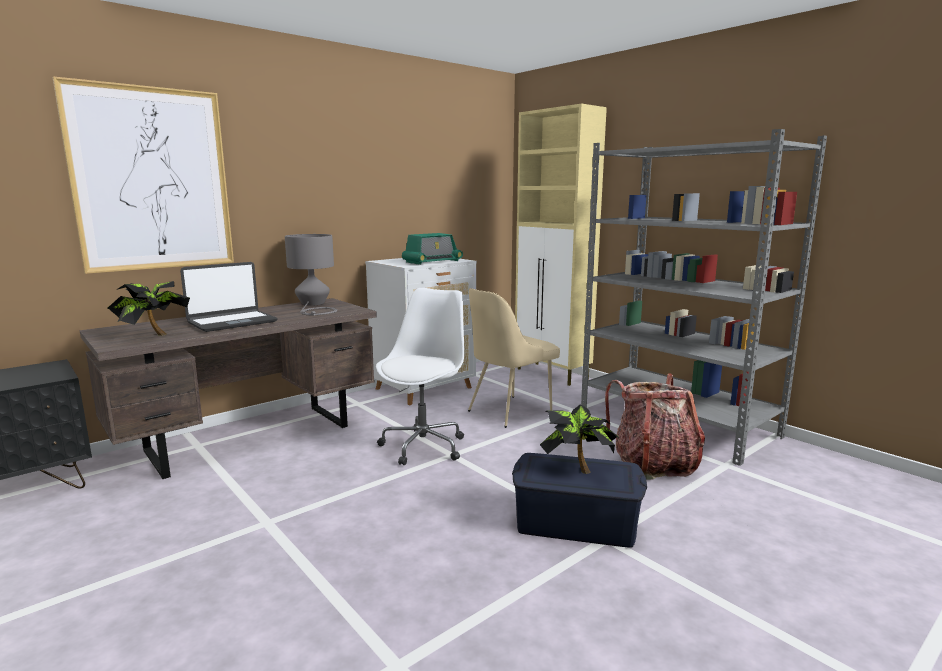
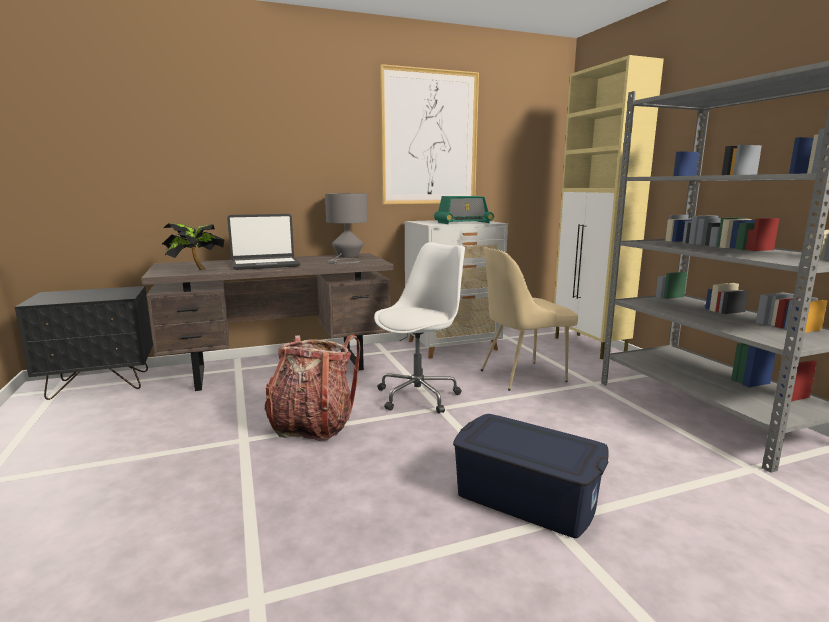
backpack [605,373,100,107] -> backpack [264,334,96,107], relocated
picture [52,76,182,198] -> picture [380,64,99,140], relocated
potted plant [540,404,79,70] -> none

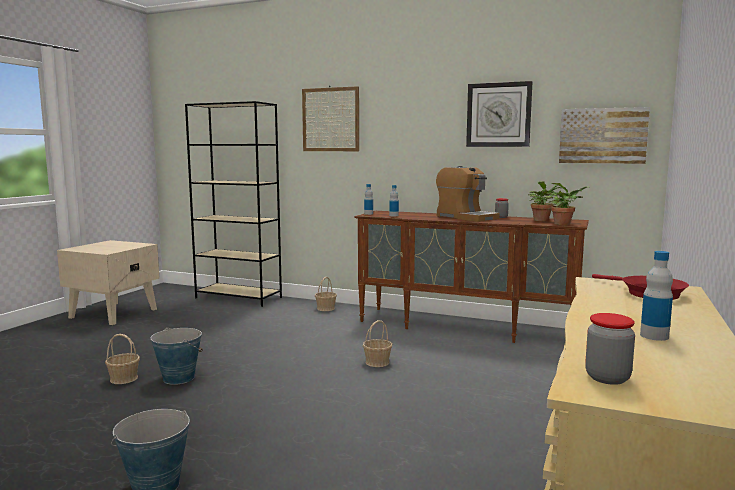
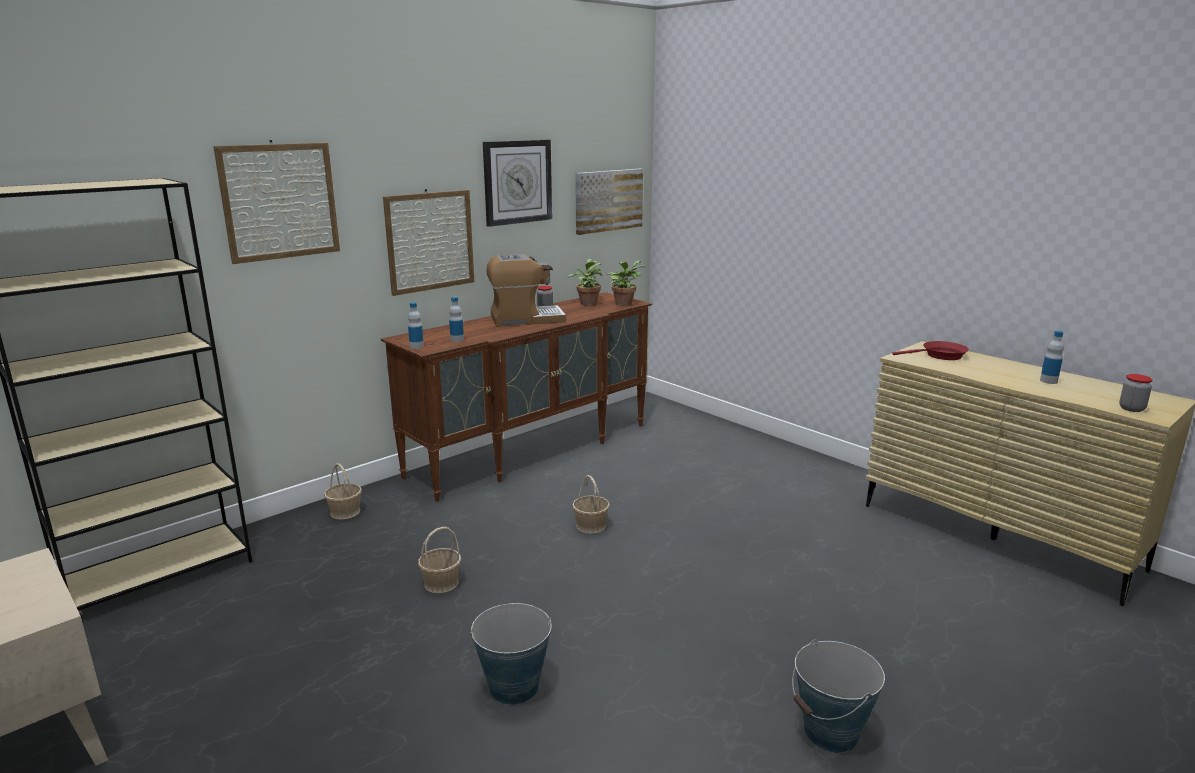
none -> picture [383,189,91,107]
basket [105,334,35,50] -> basket [418,527,43,66], relocated

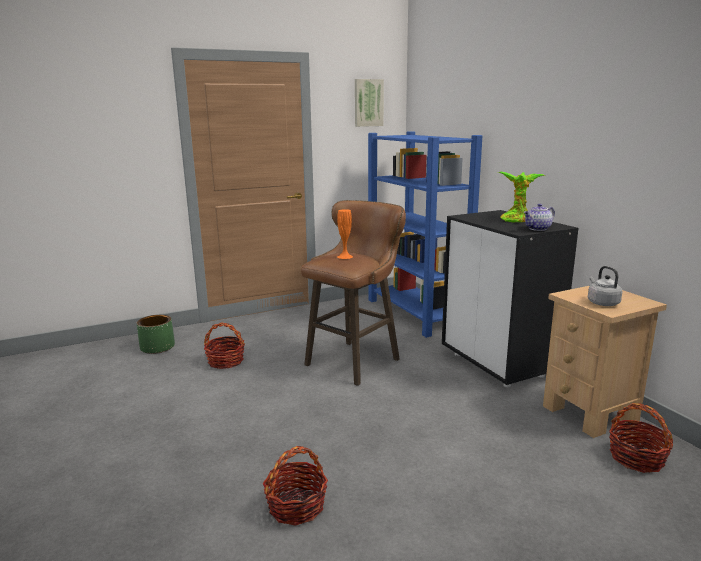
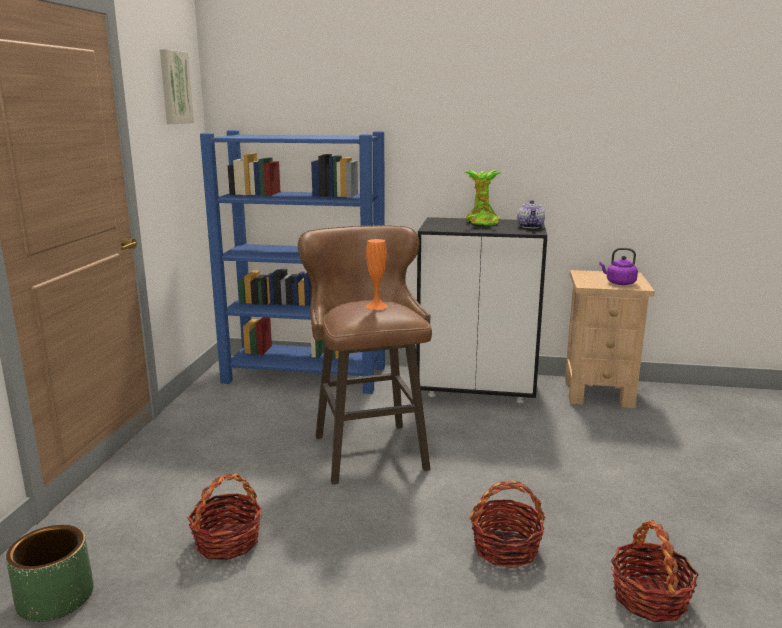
basket [609,403,64,70] -> basket [470,481,75,87], relocated
kettle in grey [588,266,35,40] -> kettle in purple [599,248,39,37]

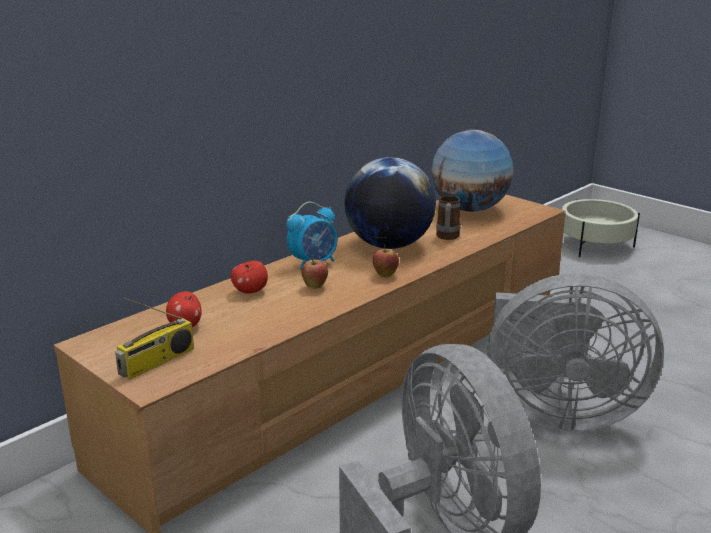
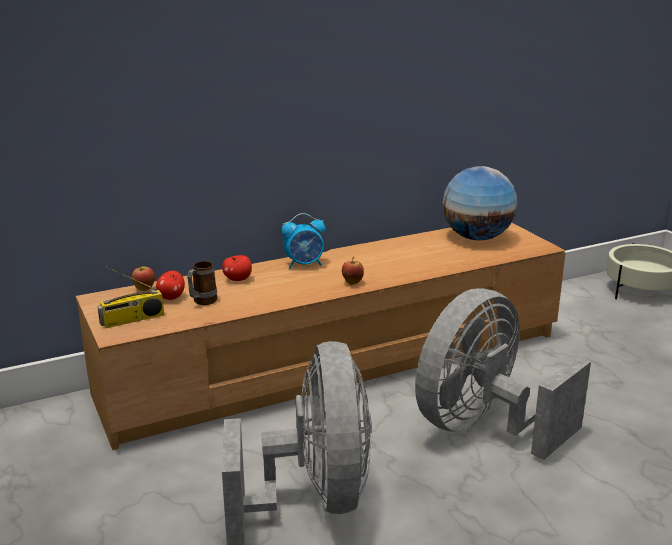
apple [301,258,27,31] -> apple [132,265,23,26], relocated
mug [436,196,24,44] -> mug [187,261,30,44], relocated
fan in grey [487,273,177,158] -> fan in grey [415,288,176,172], 105 degrees clockwise
globe [344,157,92,92] -> none

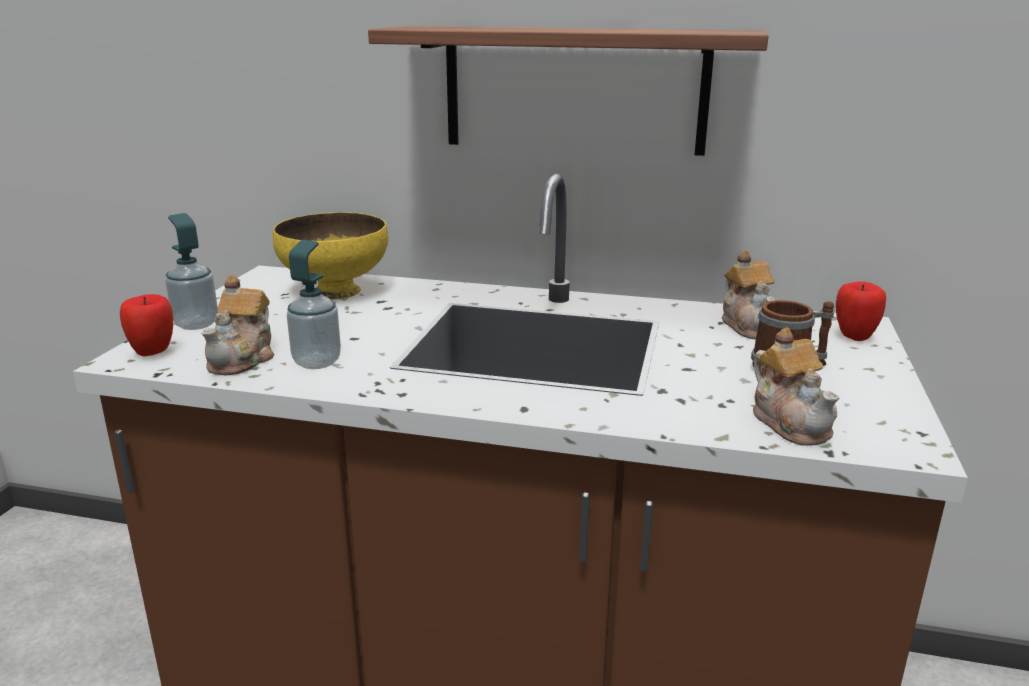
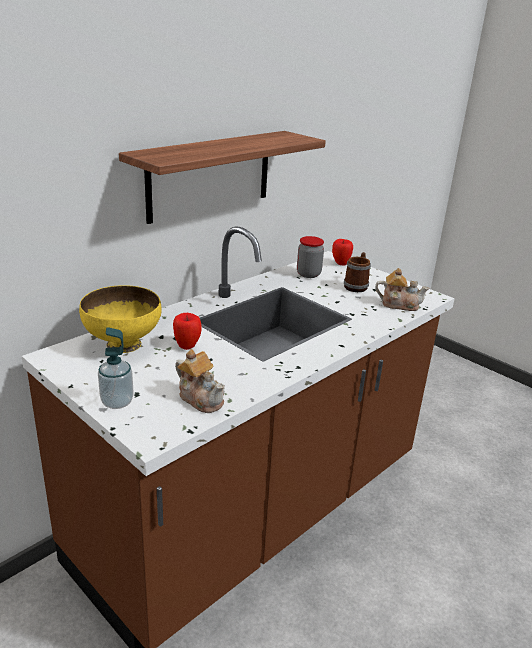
apple [120,294,53,62] -> apple [173,313,29,37], relocated
teapot [722,250,56,89] -> jar [297,236,27,42]
soap dispenser [287,240,54,129] -> none

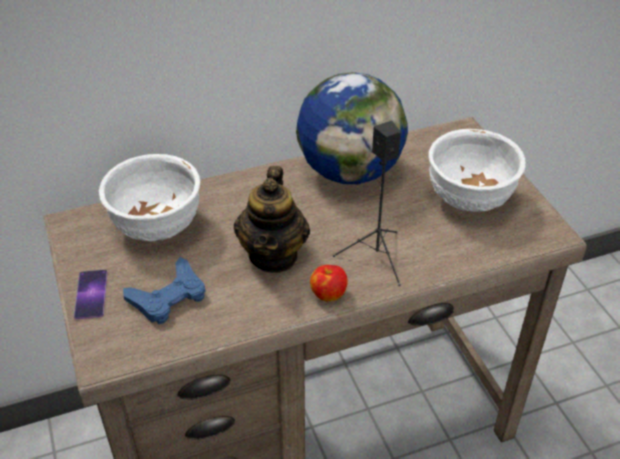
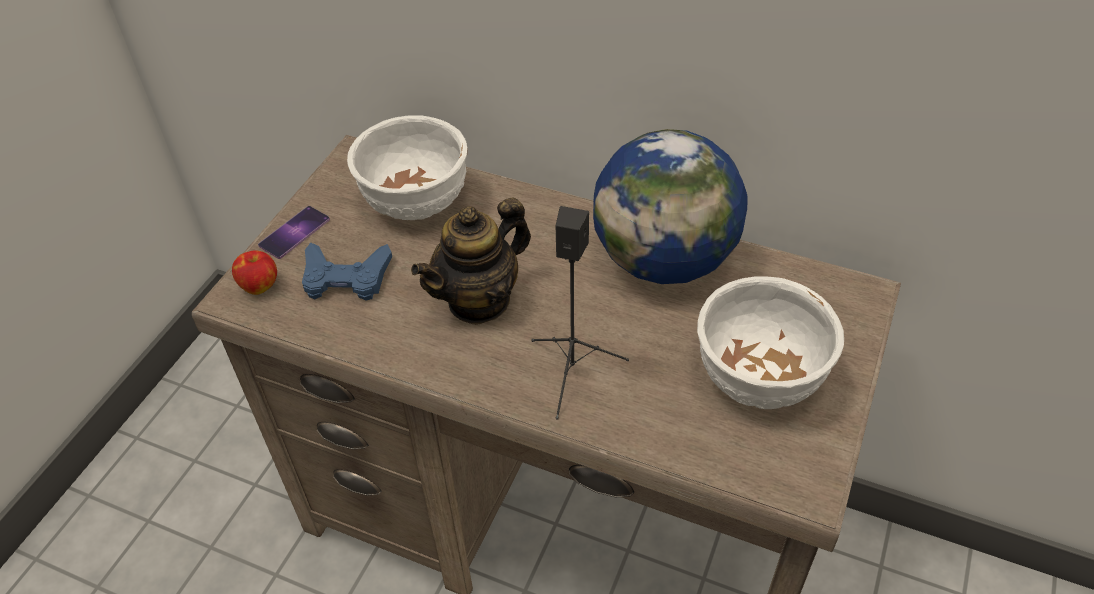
apple [310,265,38,36] -> apple [232,250,45,45], relocated

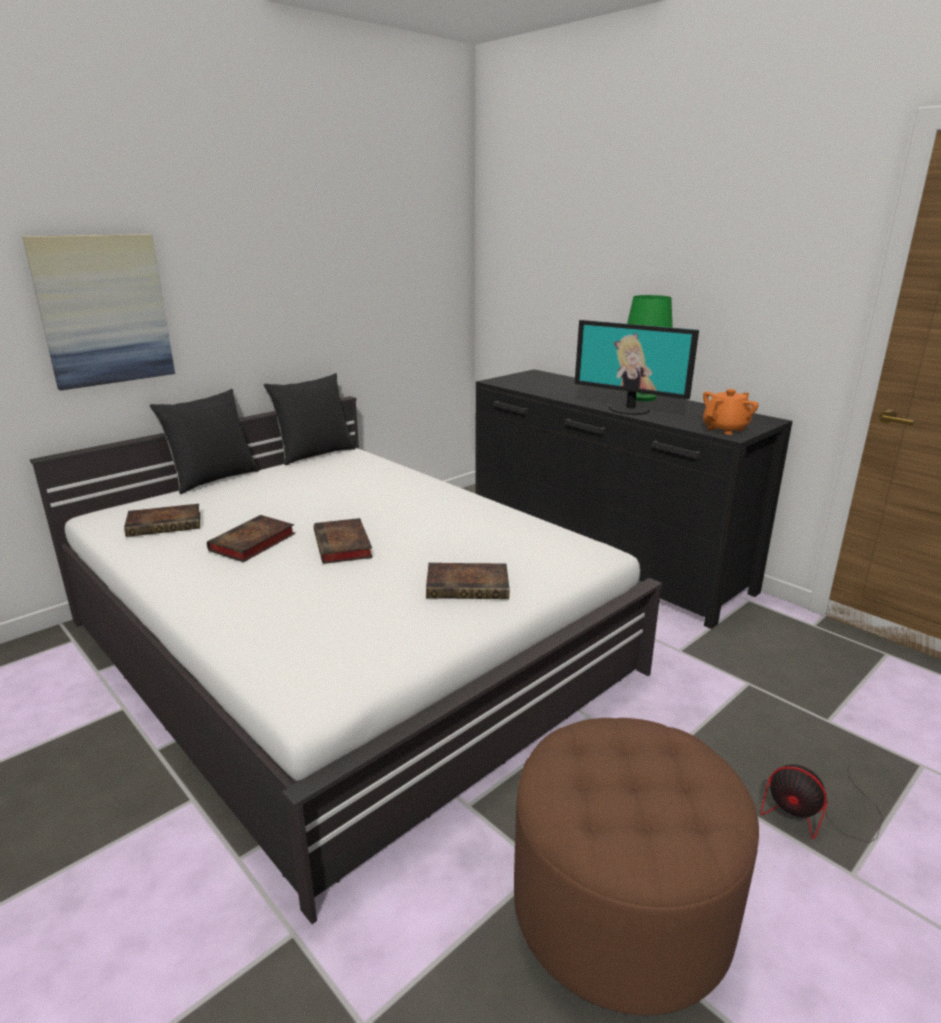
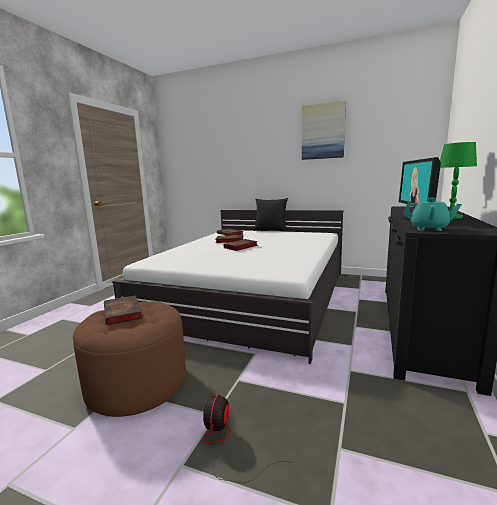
book [426,563,83,36] -> book [104,295,38,30], relocated
picture [22,234,153,157] -> picture [302,101,44,59], relocated
teapot in orange [703,389,56,46] -> teapot in turquoise [403,198,59,33]
pillow in black [264,373,91,92] -> none

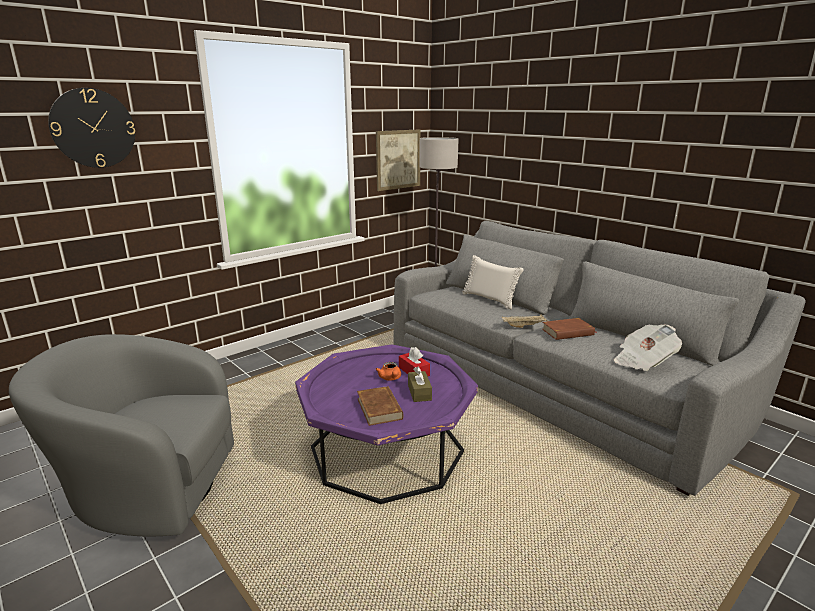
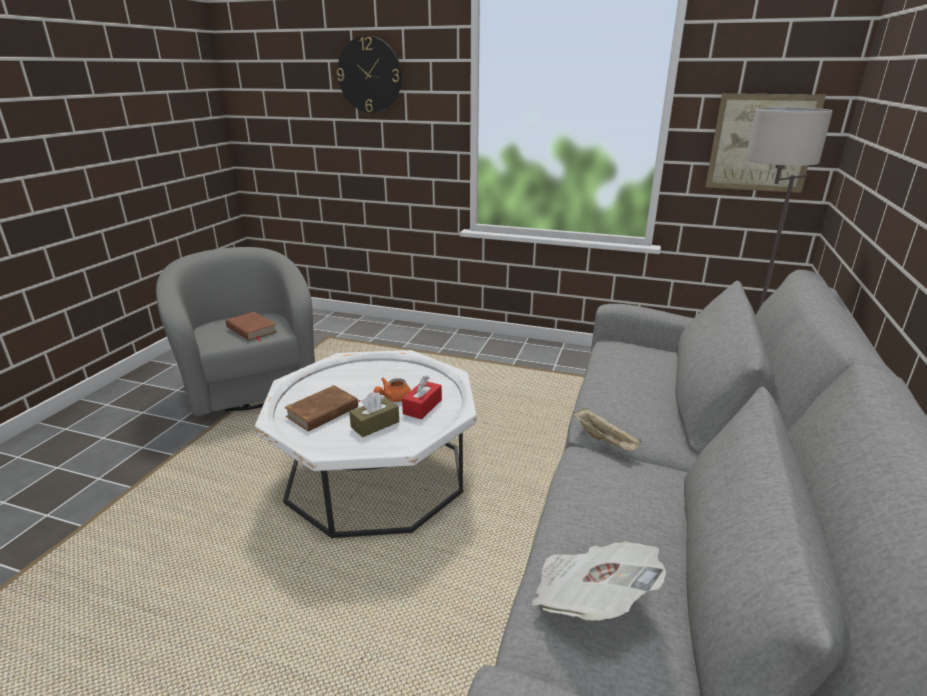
book in brown [542,318,55,22] -> book in brown [226,312,52,30], relocated
coffee table in purple [295,345,183,159] -> coffee table in white [255,350,222,188]
pillow in white [462,255,62,54] -> none

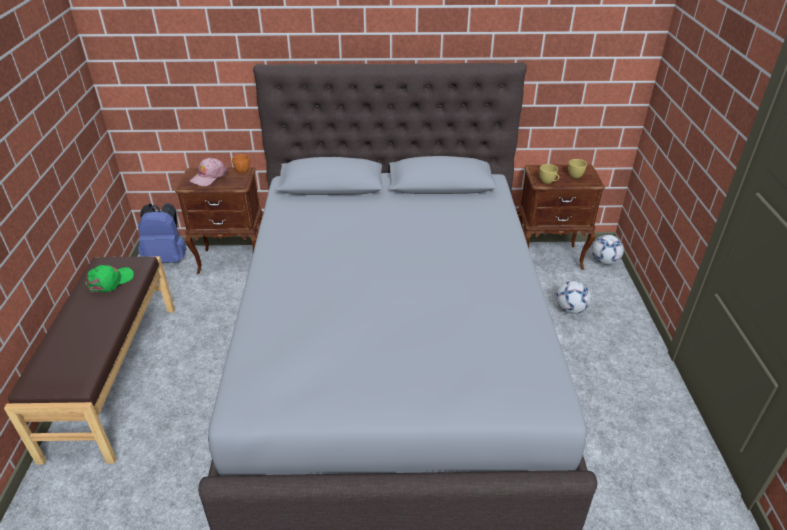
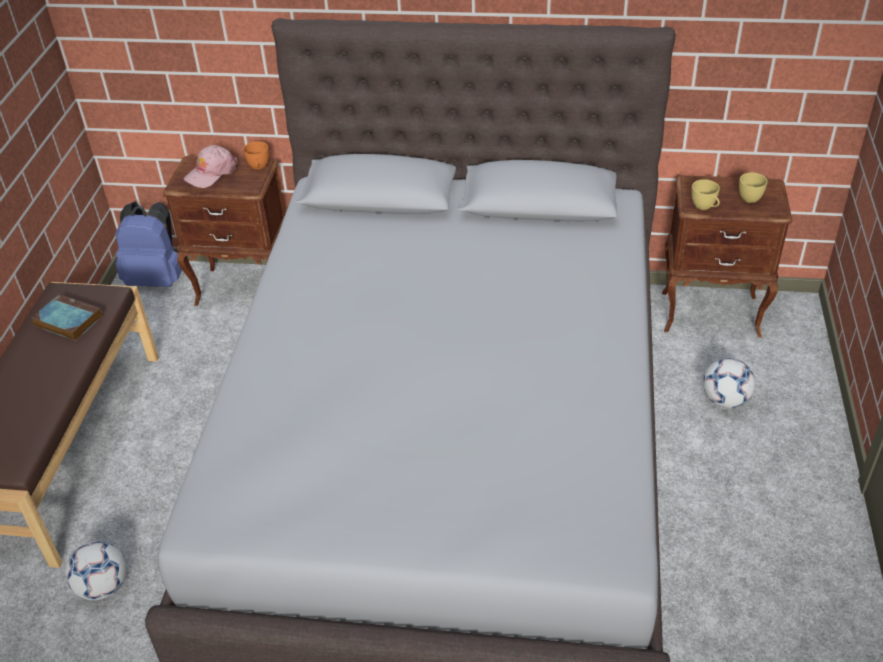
cap in green [85,265,49,27] -> book [32,294,71,47]
football [592,235,32,30] -> football [65,541,62,59], relocated

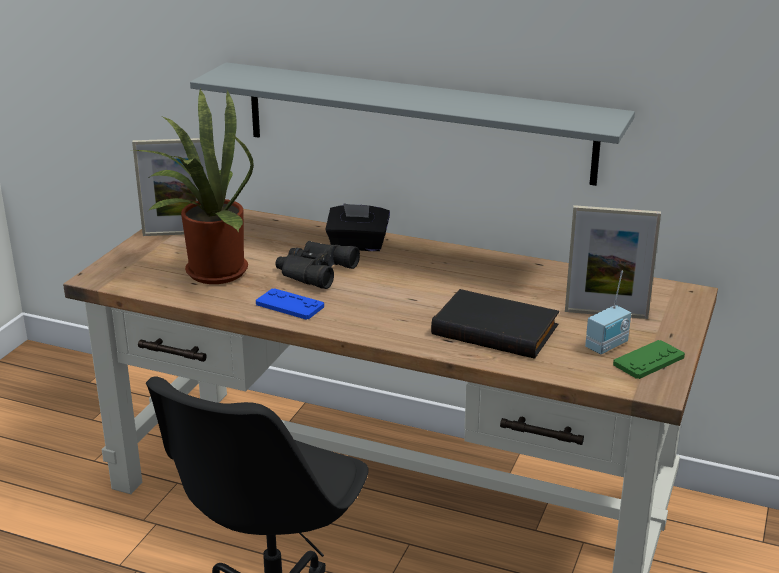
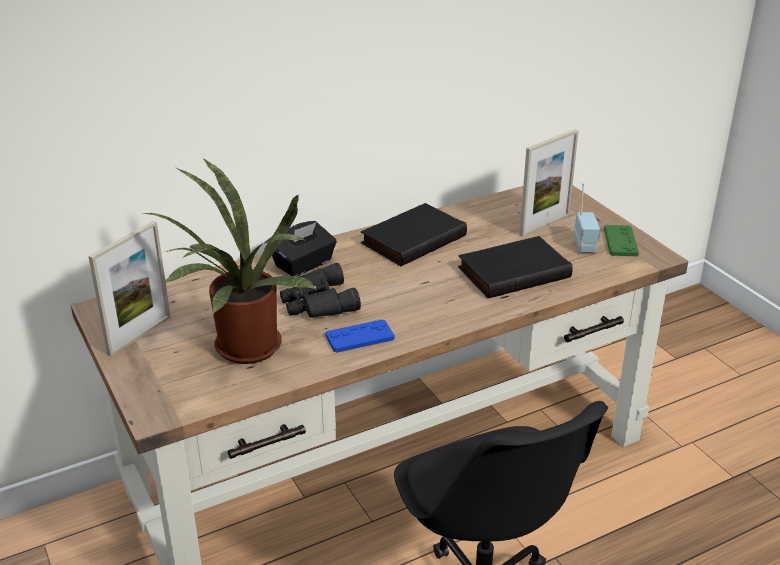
none -> book in black [361,203,106,63]
shelf in grey [190,62,445,124] -> none

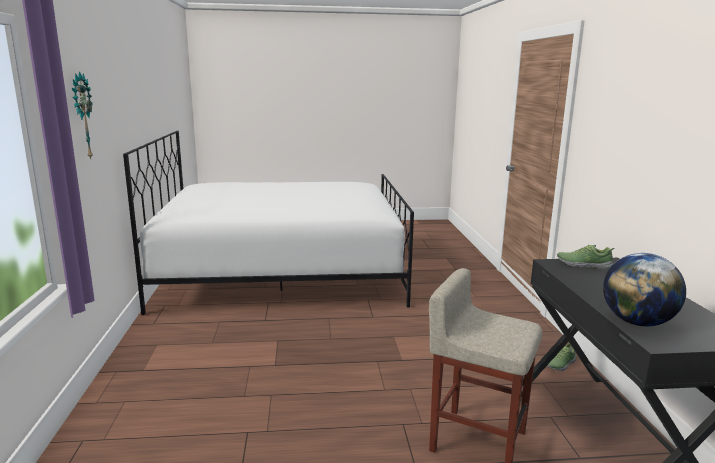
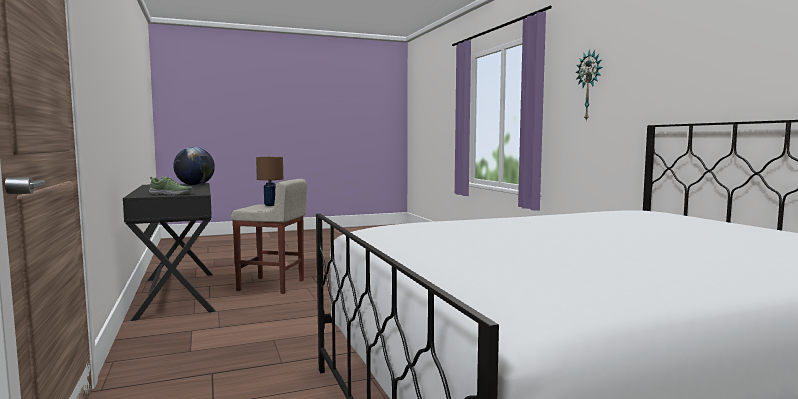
none -> table lamp in brown [256,156,27,50]
shoe [547,343,29,28] -> none

